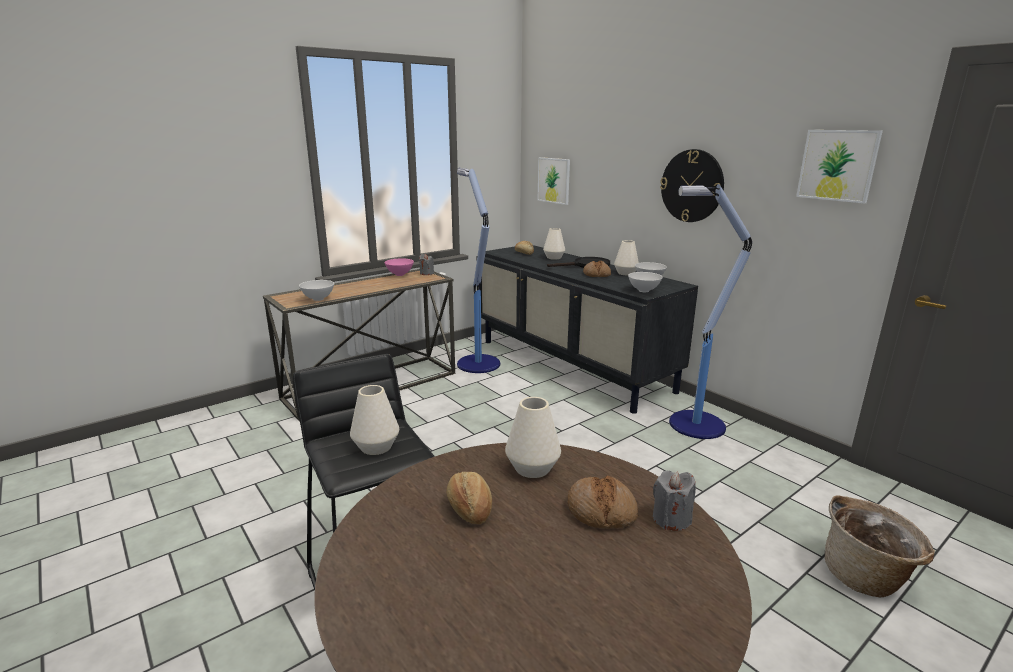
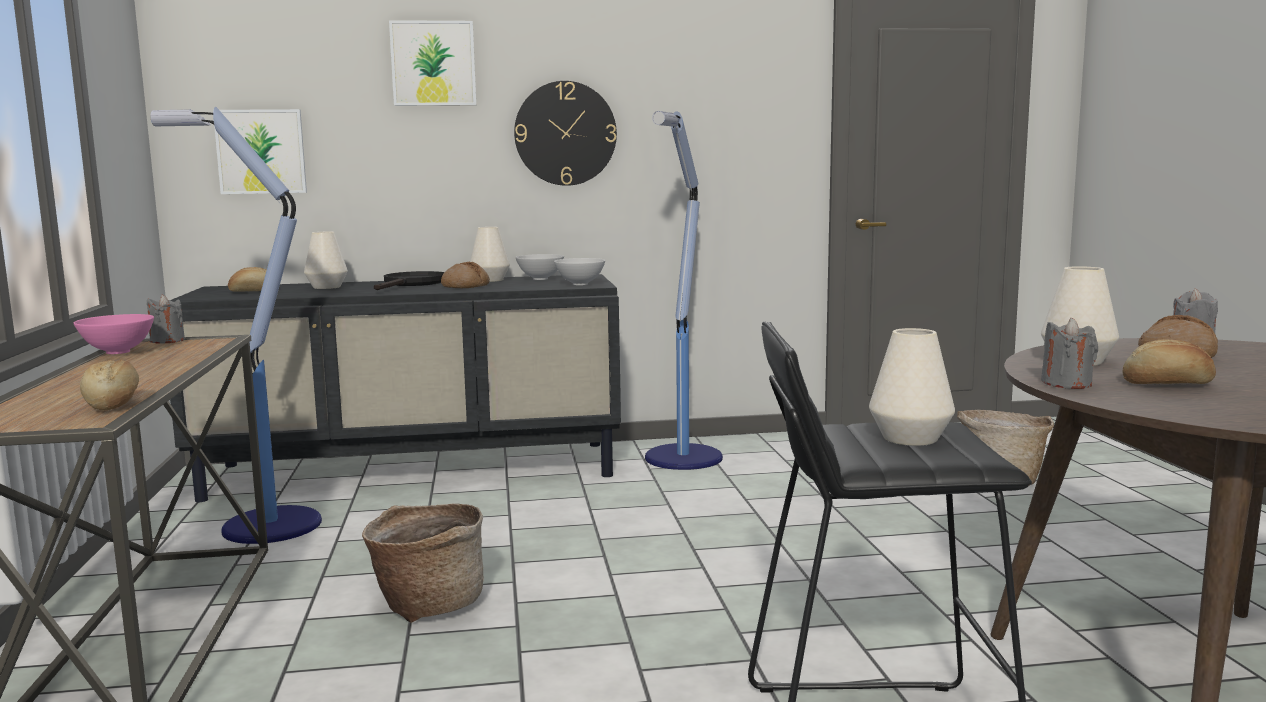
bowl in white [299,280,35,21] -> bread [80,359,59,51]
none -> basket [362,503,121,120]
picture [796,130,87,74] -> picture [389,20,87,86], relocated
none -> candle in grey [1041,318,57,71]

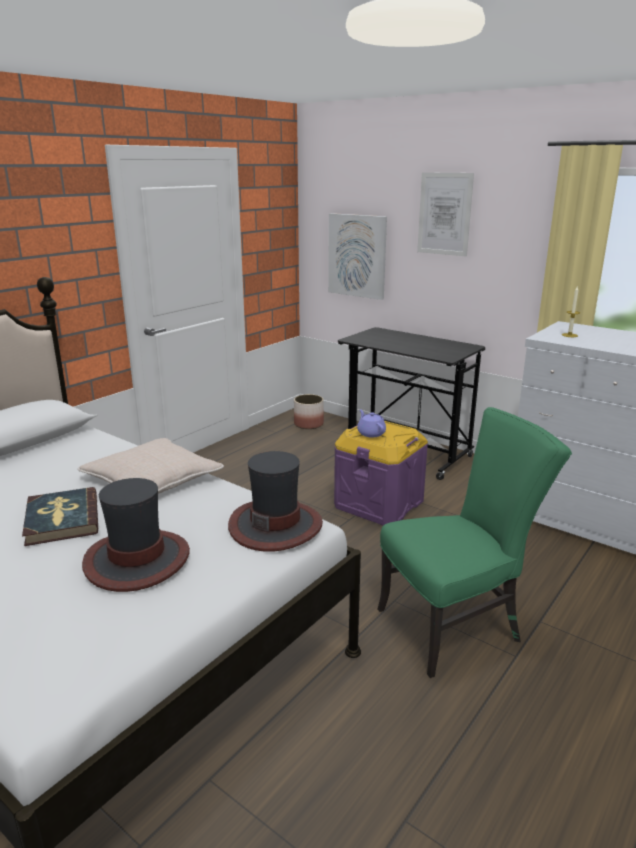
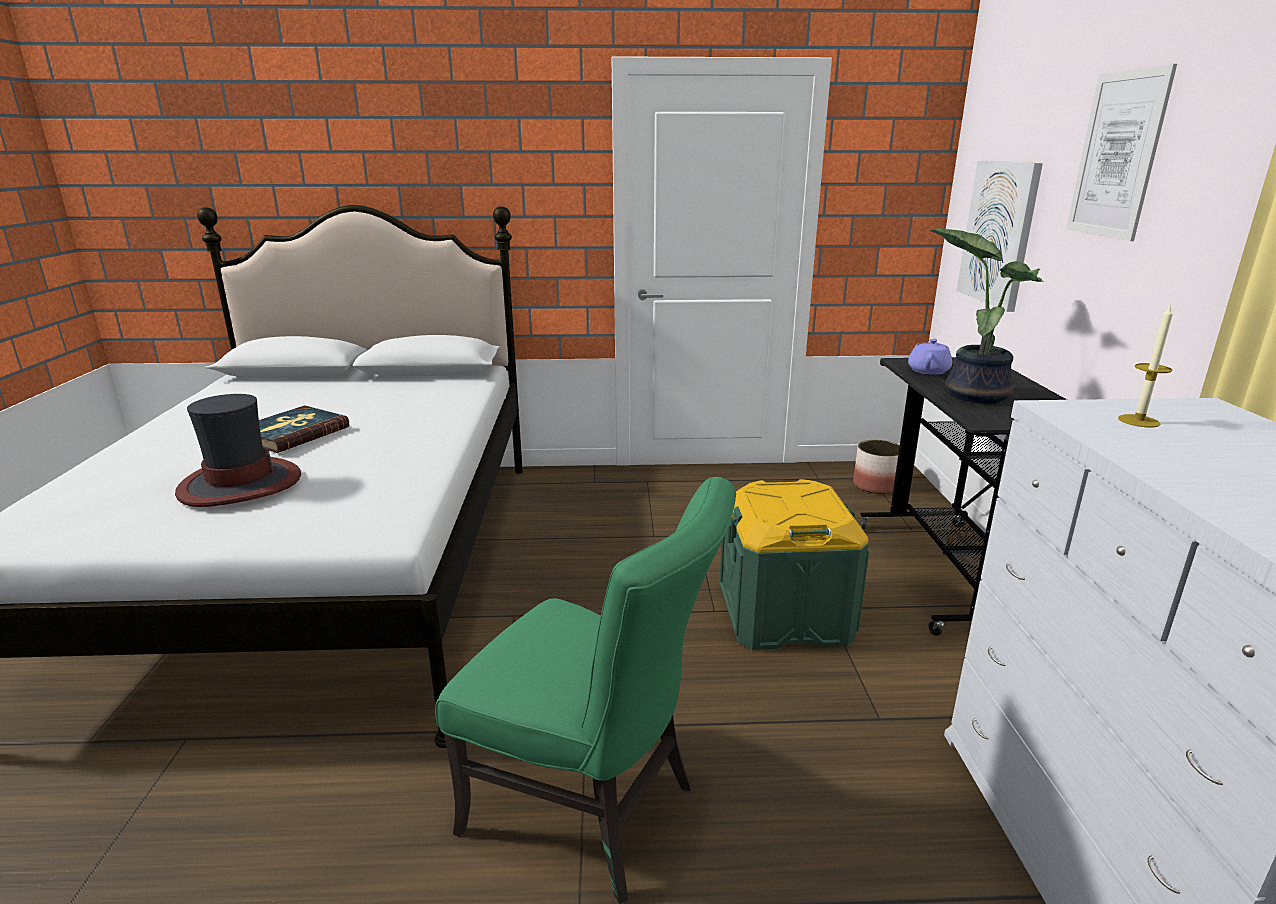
storage box in purple [334,421,94,105] -> storage box in green [719,479,150,171]
teapot in purple [357,409,29,28] -> teapot in purple [908,338,44,37], relocated
none -> potted plant [930,228,114,176]
pillow in beige [77,438,147,56] -> none
hat [228,451,95,101] -> none

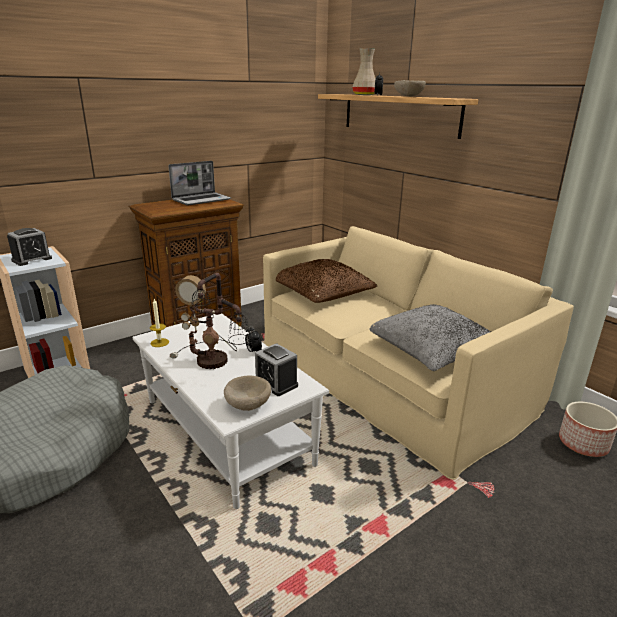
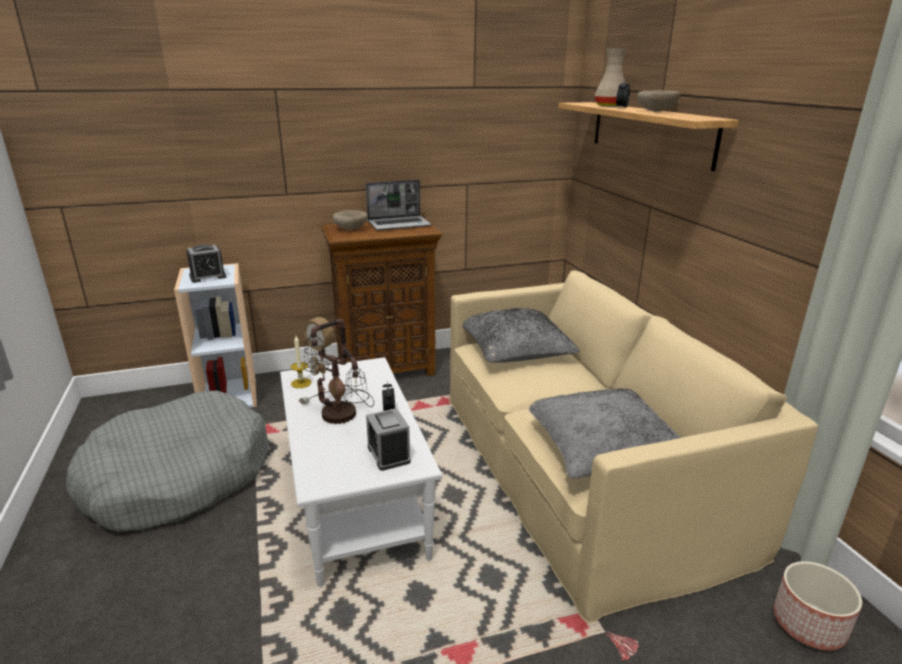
bowl in beige [224,375,47,36] -> bowl in beige [333,210,35,20], relocated
pillow in brown [276,259,101,44] -> pillow in grey [462,308,118,55]

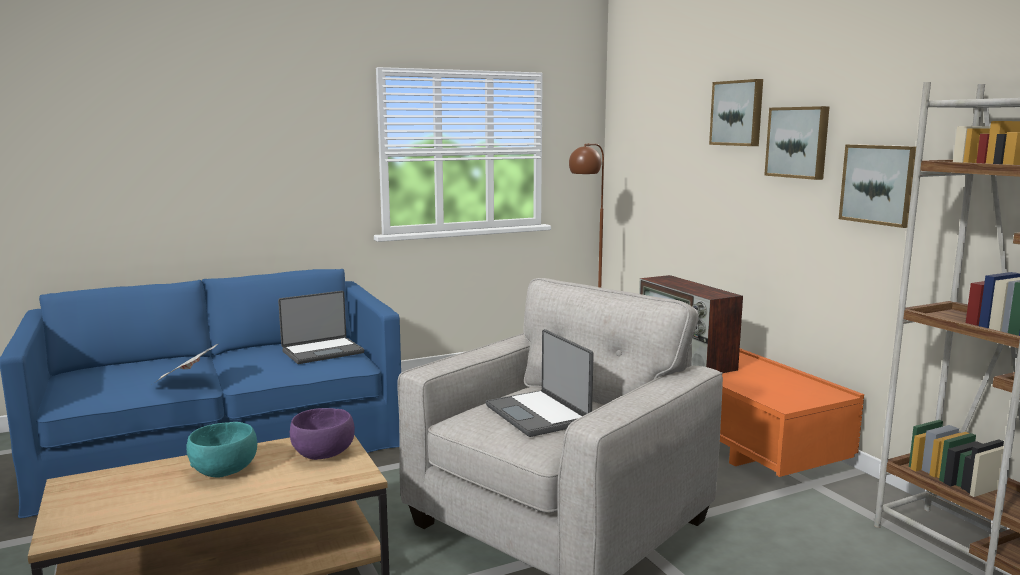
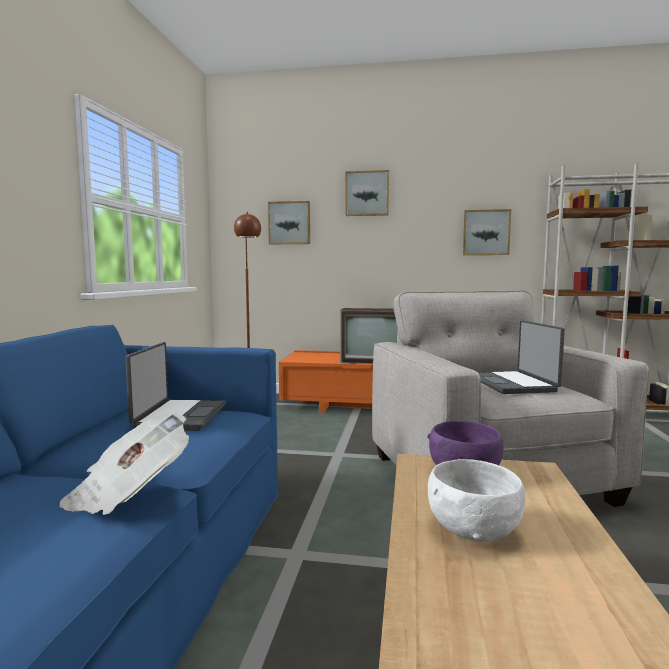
picture [764,106,66,74] -> picture [268,201,42,43], relocated
bowl in turquoise [186,422,71,55] -> bowl in white [428,459,97,83]
laptop [486,329,108,108] -> laptop [478,320,87,74], 75 degrees clockwise

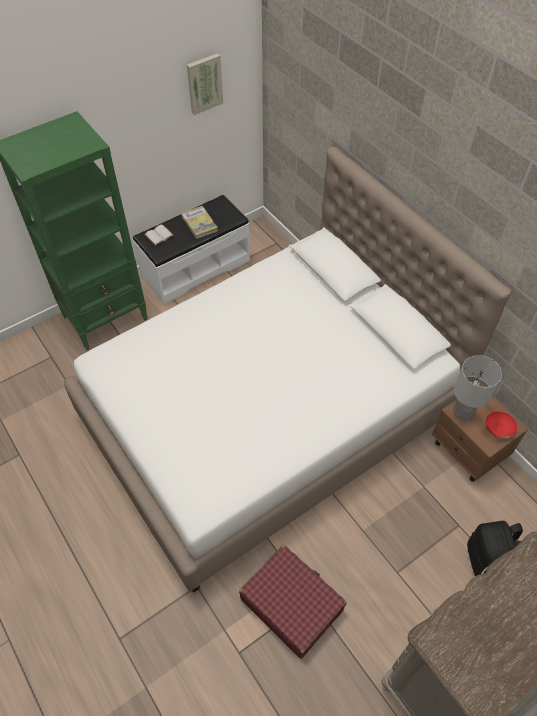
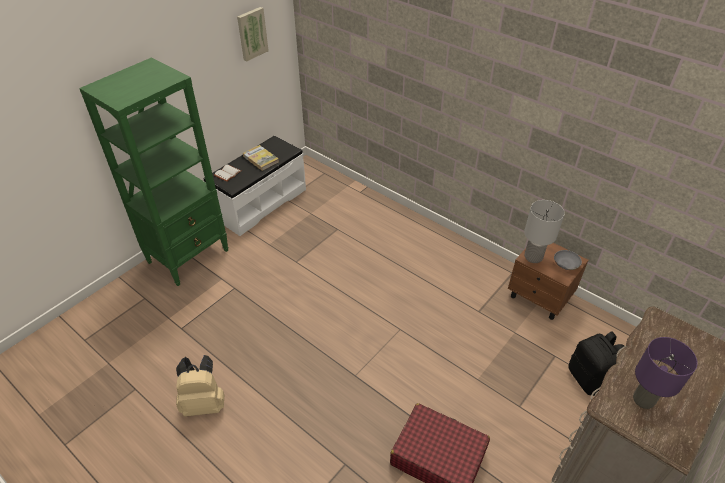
none -> backpack in beige [176,355,48,62]
bowl in red [485,411,32,28] -> bowl in grey [554,250,28,20]
none -> table lamp in purple [633,337,65,72]
bed in white [64,146,447,447] -> none

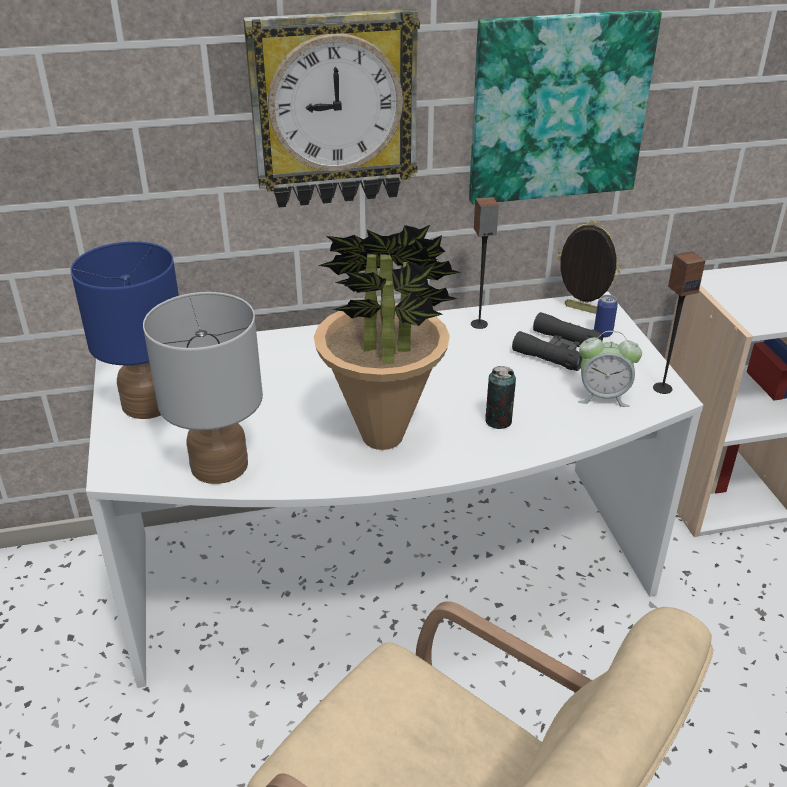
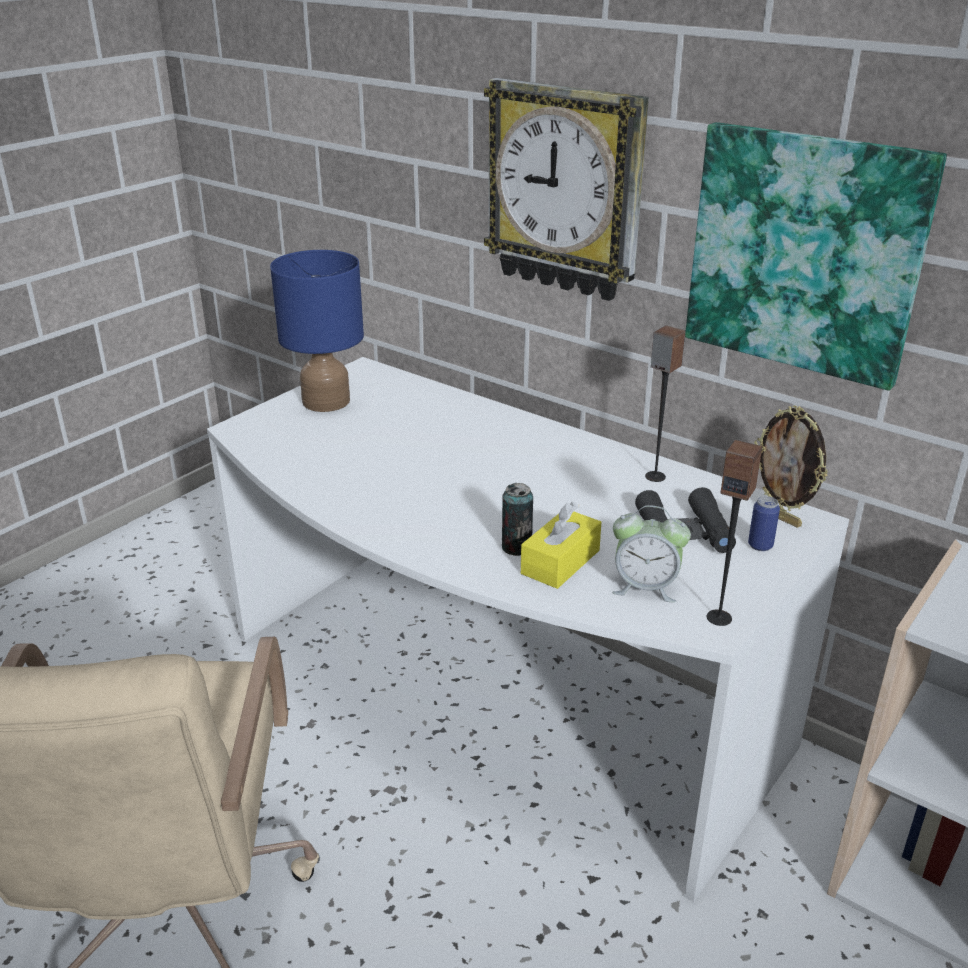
none -> tissue box in yellow [521,501,80,88]
alarm clock [578,331,64,76] -> alarm clock [612,505,79,98], 45 degrees counterclockwise
picture frame [558,220,63,94] -> picture frame [754,405,74,123], 150 degrees clockwise
table lamp in grey [143,292,120,192] -> none
potted plant [314,225,147,225] -> none

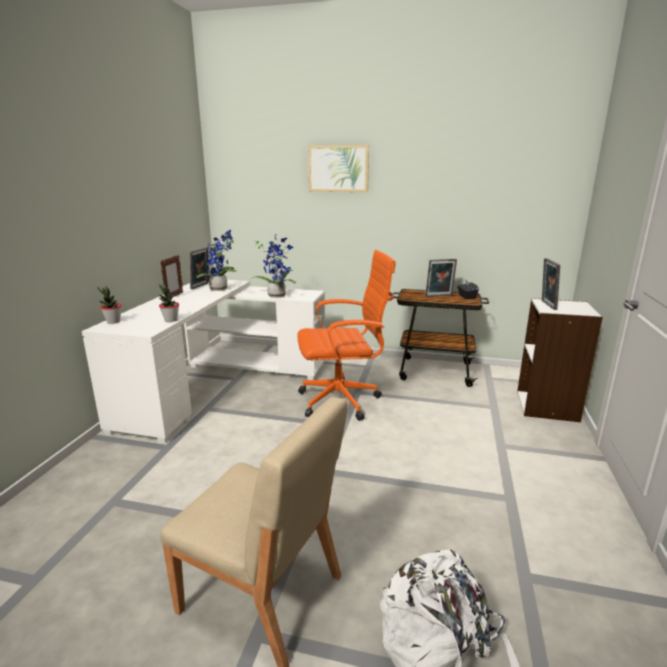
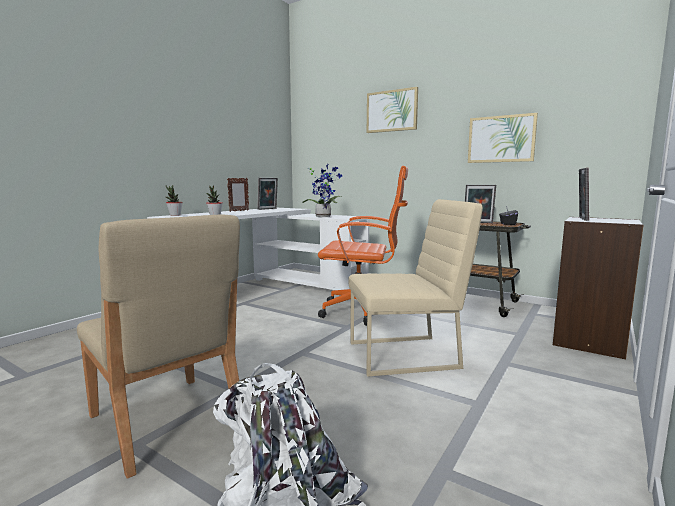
none -> chair in beige [348,199,135,178]
none -> picture [468,113,70,50]
potted plant [196,230,41,61] -> none

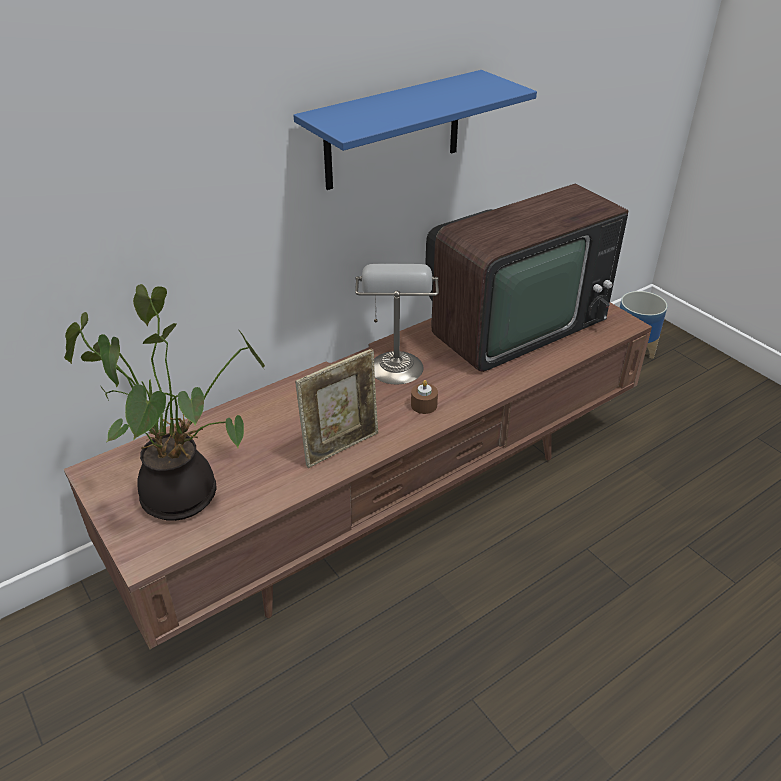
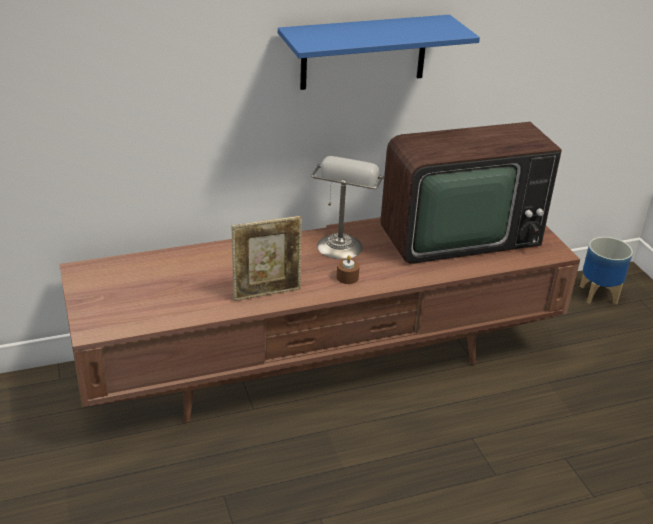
potted plant [64,284,201,237] -> none

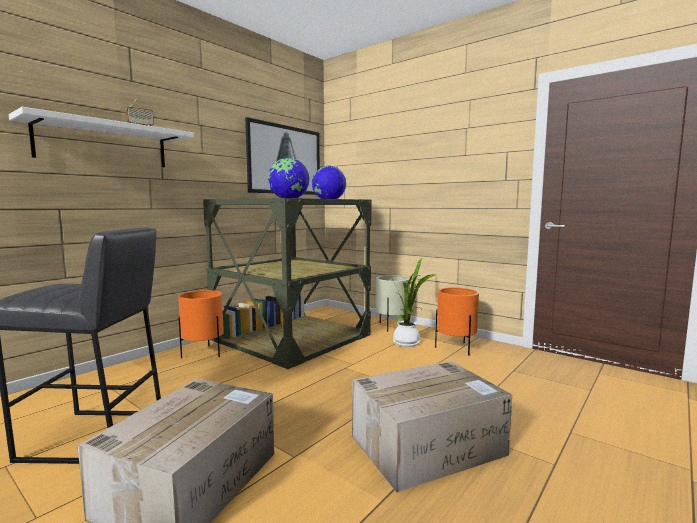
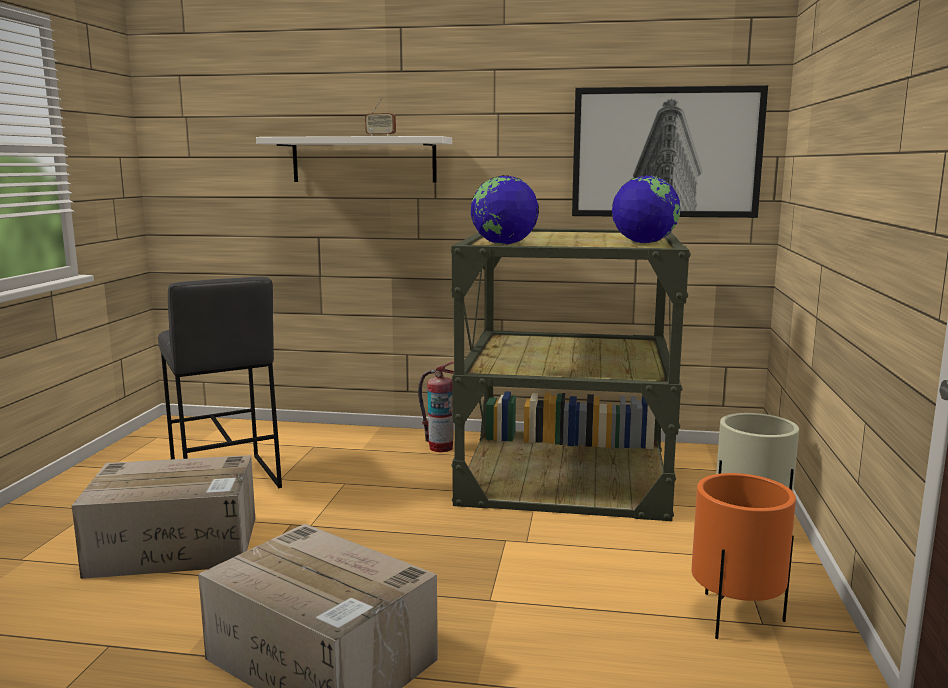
planter in orange [178,290,46,68] -> fire extinguisher [418,361,36,92]
potted plant [389,258,46,89] -> none

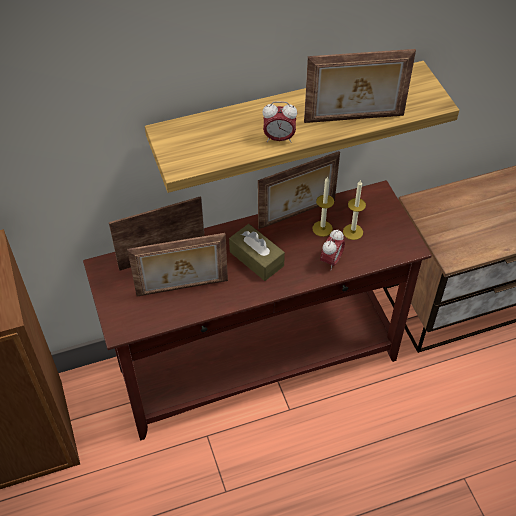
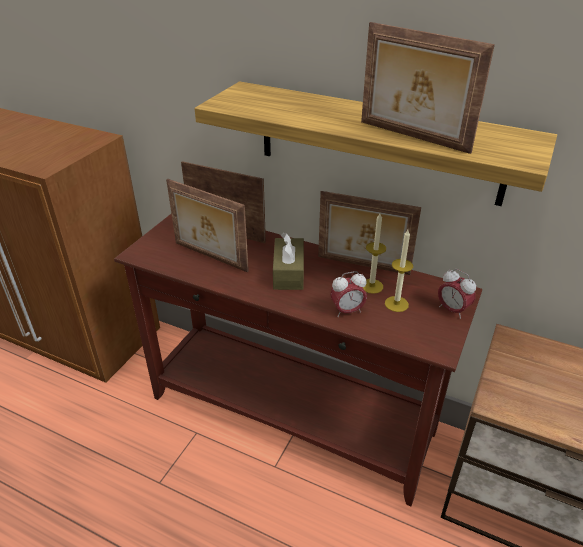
alarm clock [262,101,35,42] -> alarm clock [438,269,38,50], relocated

